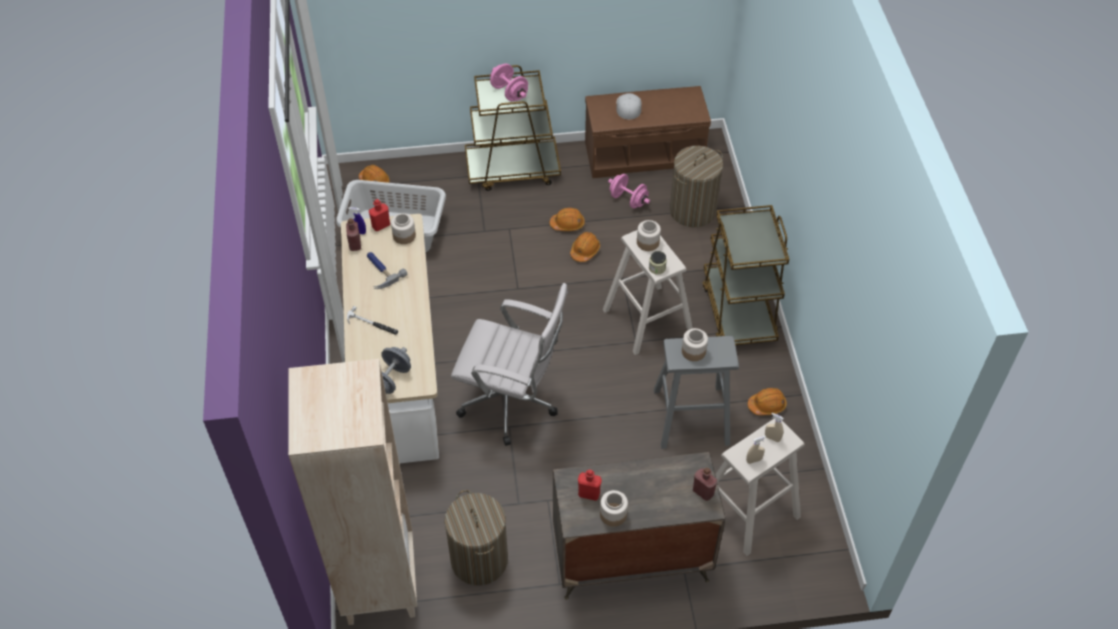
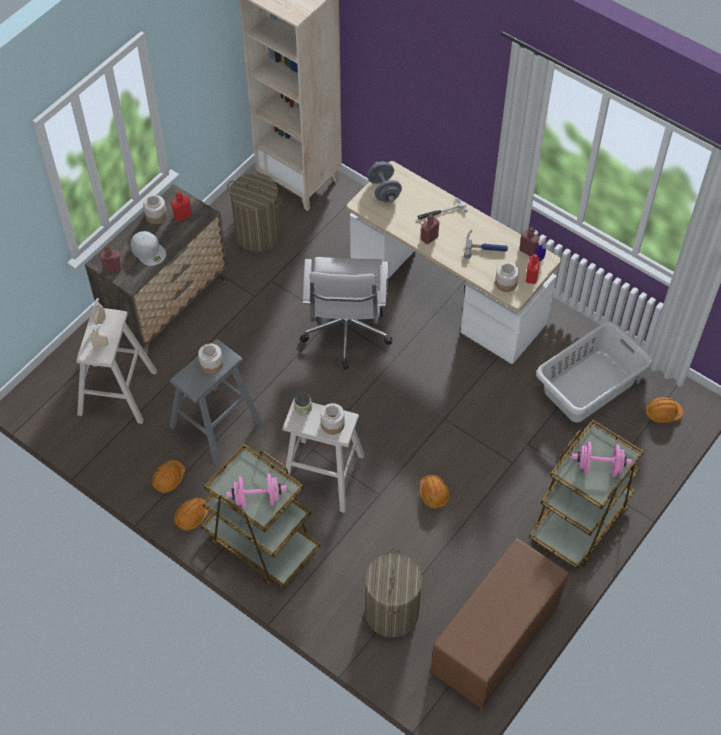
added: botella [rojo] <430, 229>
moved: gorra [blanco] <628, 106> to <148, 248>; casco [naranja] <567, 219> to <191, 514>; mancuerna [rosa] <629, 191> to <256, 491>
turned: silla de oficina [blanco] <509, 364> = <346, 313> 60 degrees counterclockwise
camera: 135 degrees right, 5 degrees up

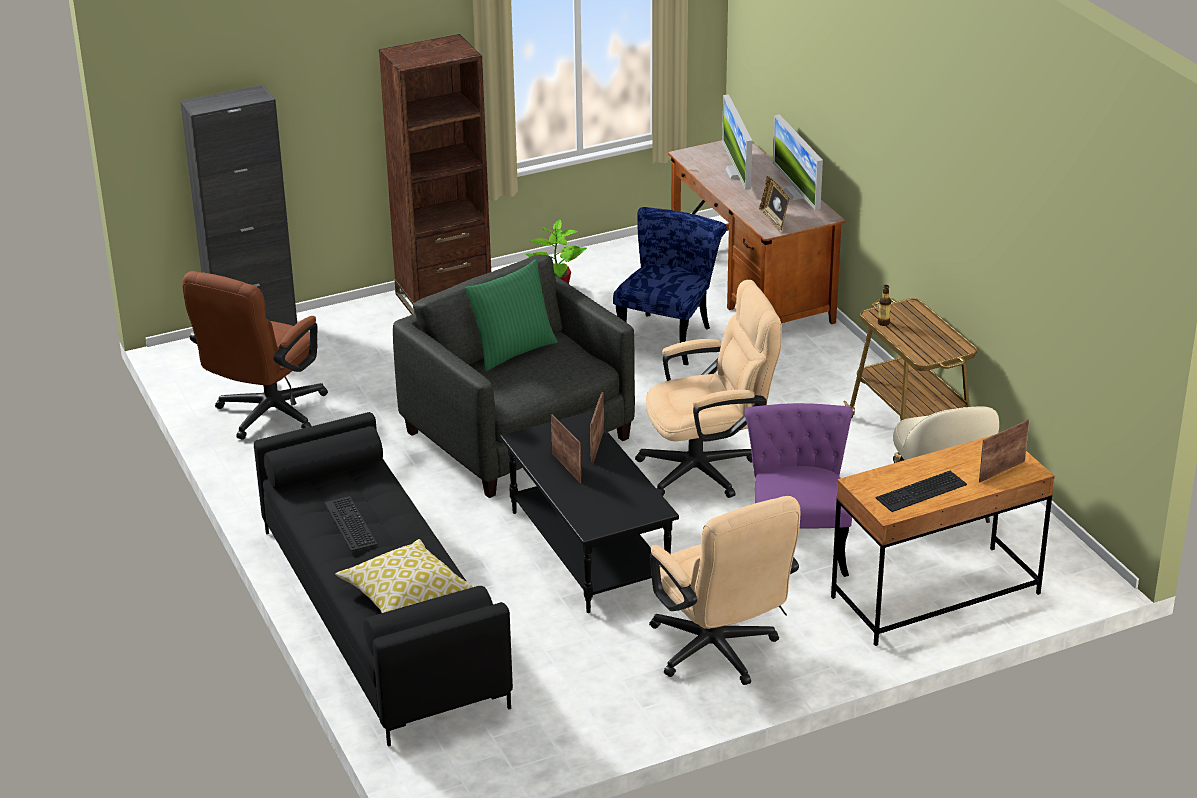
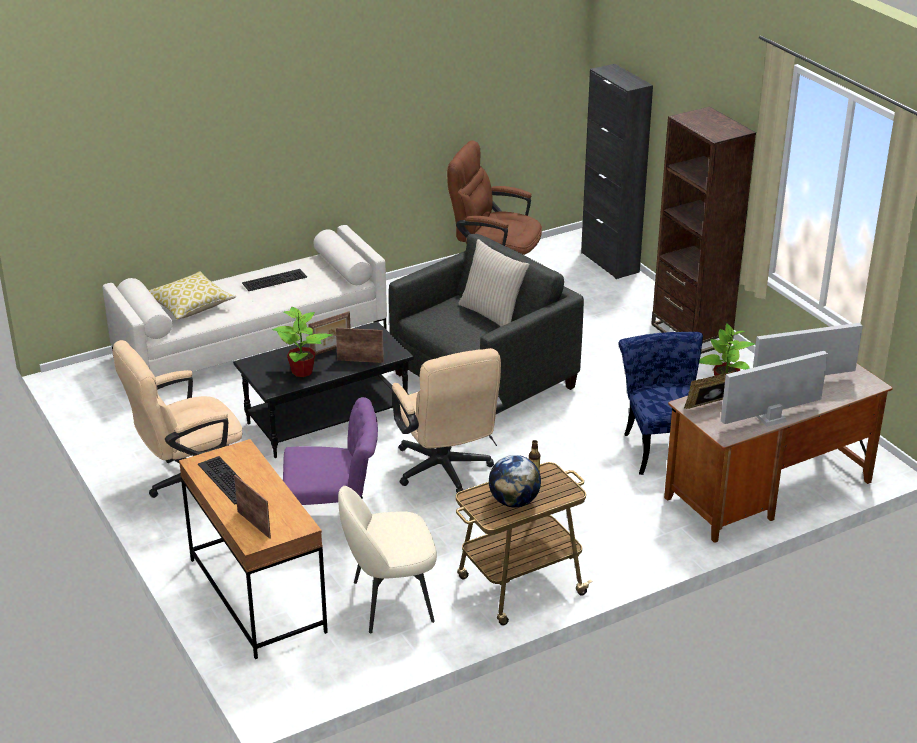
added: planta en maceta <302, 342>; globo terráqueo <515, 481>
recoloured: sofá [negro] <383, 579> to sofá [blanco] <244, 301>; cojín [verde] <511, 315> to cojín [beis] <494, 282>
turned: silla [azul] <670, 286> = <660, 403> 120 degrees counterclockwise
camera: 85 degrees right, 0 degrees up

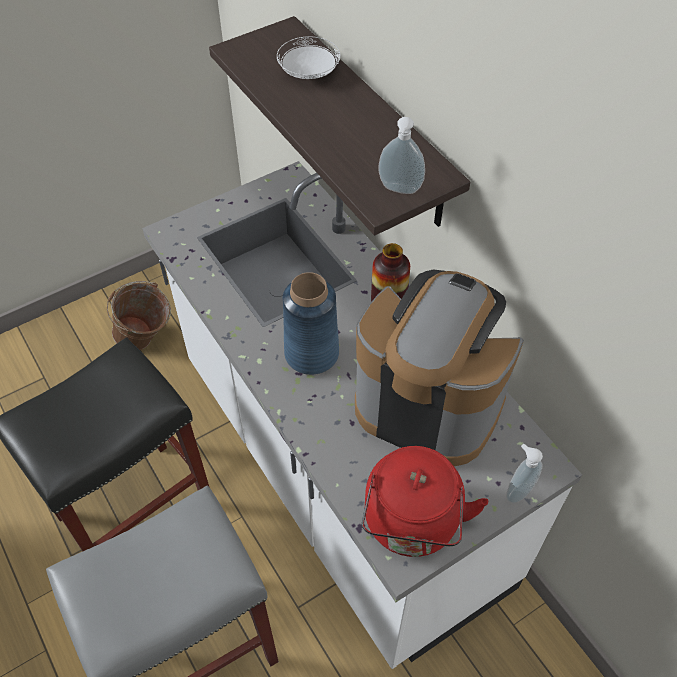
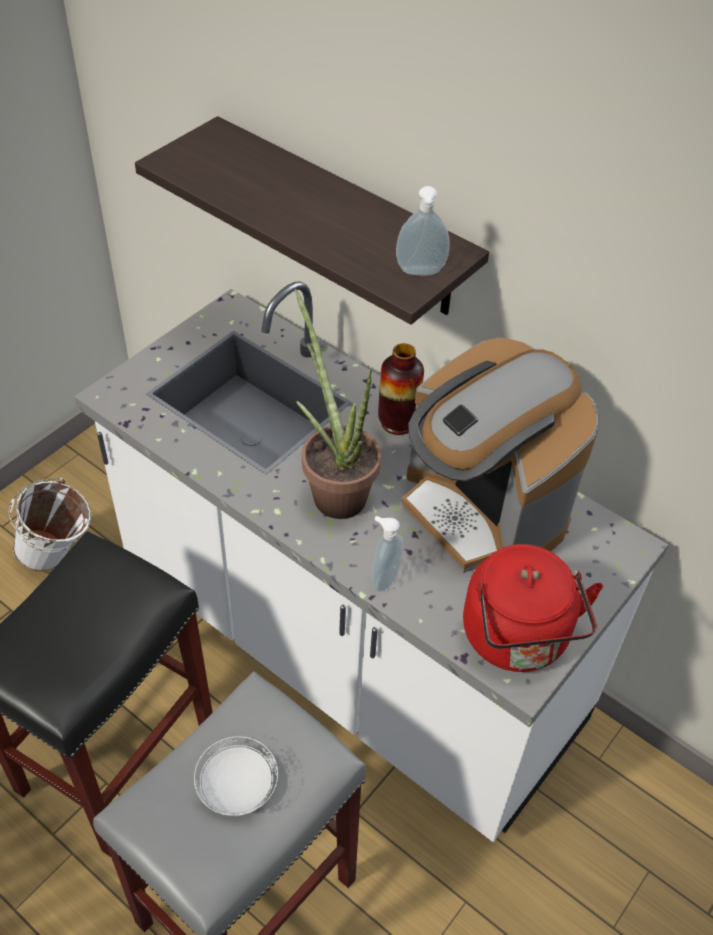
moved: plato [blanco] <309, 57> to <236, 776>; dispensador de jabón <524, 473> to <387, 553>
replaced: florero [azul] <311, 323> to planta en maceta <338, 404>
recoloured: cubo [marrón] <139, 315> to cubo [blanco] <50, 525>
turned: cafetera <439, 367> = <500, 455> 135 degrees counterclockwise
camera: 20 degrees left, 5 degrees down

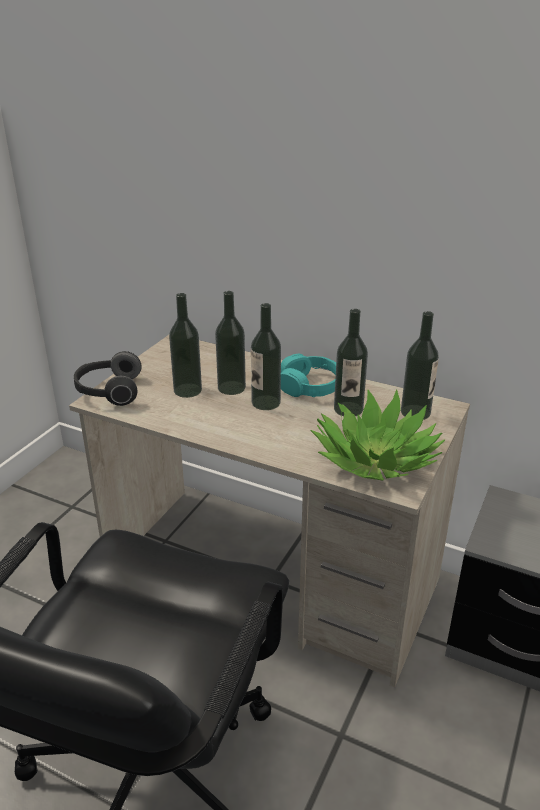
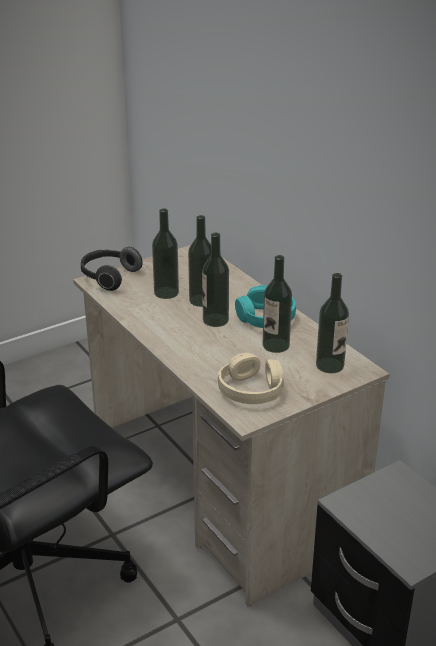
replaced: planta en maceta <377, 435> to auriculares [beis] <251, 378>
camera: 30 degrees right, 0 degrees up

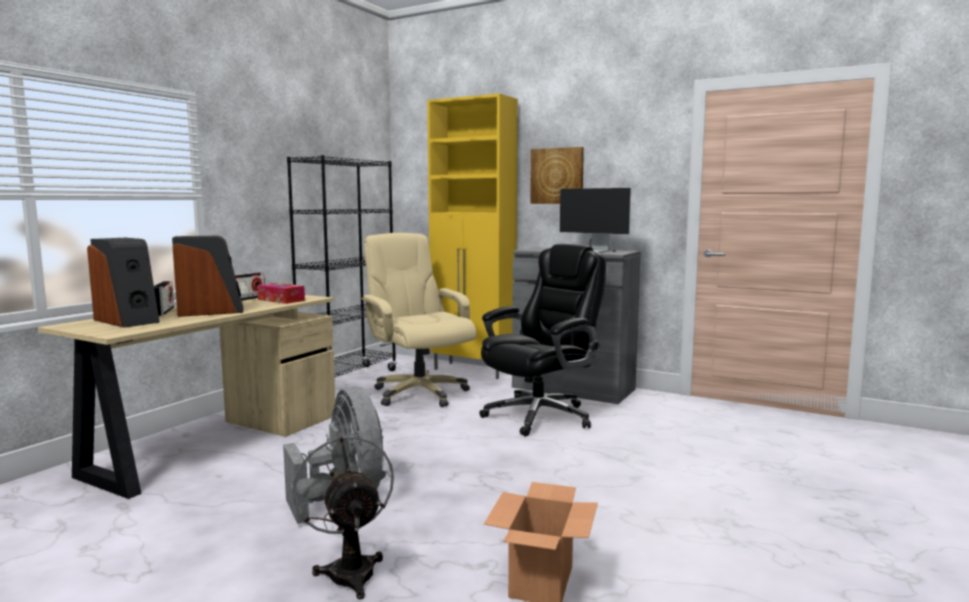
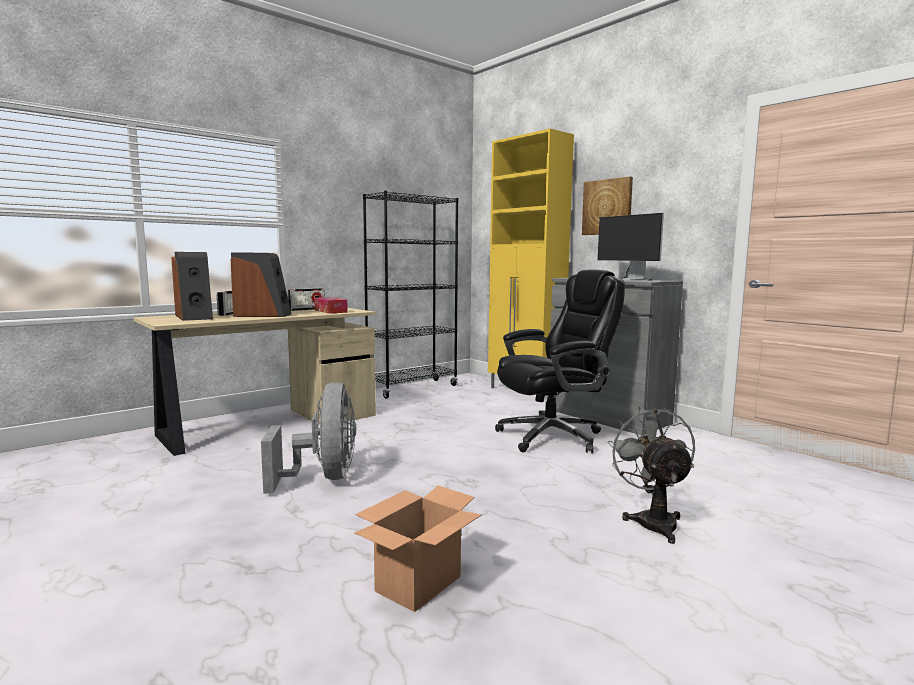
removed: silla de oficina [beis] <418, 320>
moved: ventilador [gris] <342, 516> to <651, 475>
camera: 20 degrees right, 0 degrees up

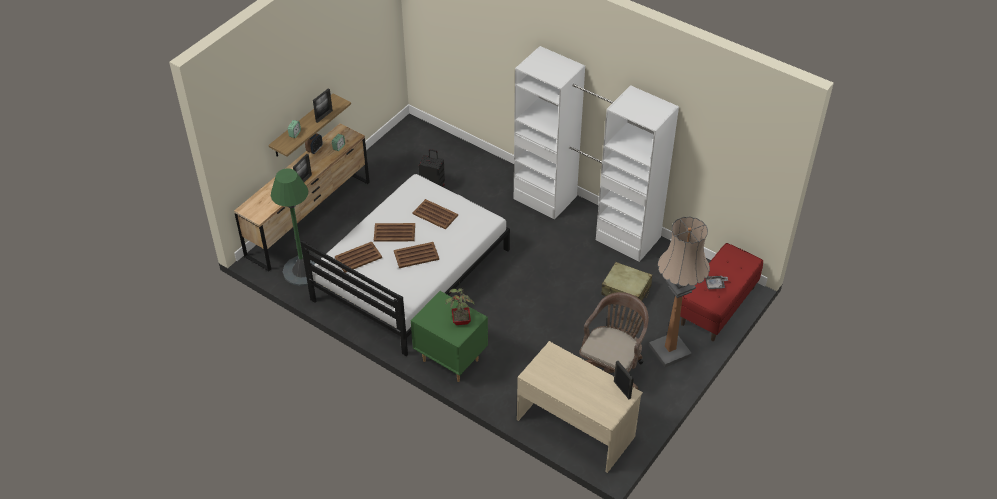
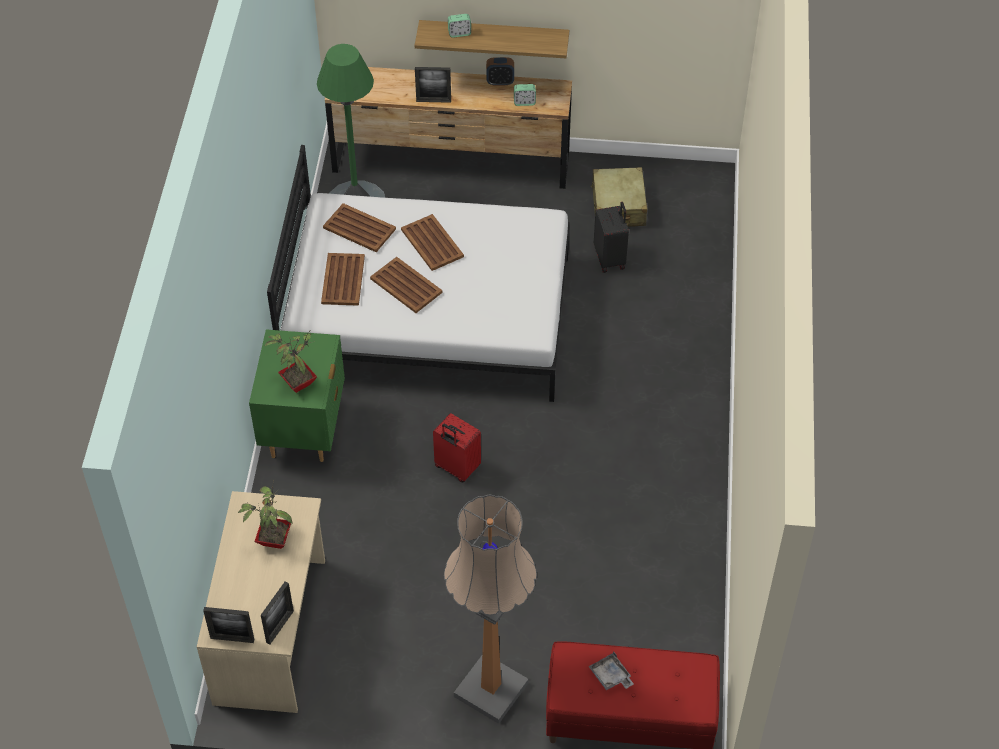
removed: armario ropero [blanco] <596, 154>; silla de oficina [marrón] <614, 340>
added: planta en maceta <265, 514>; maleta [rojo] <457, 447>
moved: portarretratos <323, 106> to <228, 625>; bandeja [marrón] <435, 214> to <343, 279>; maleta [beis] <627, 281> to <619, 197>
camera: 60 degrees right, 5 degrees up

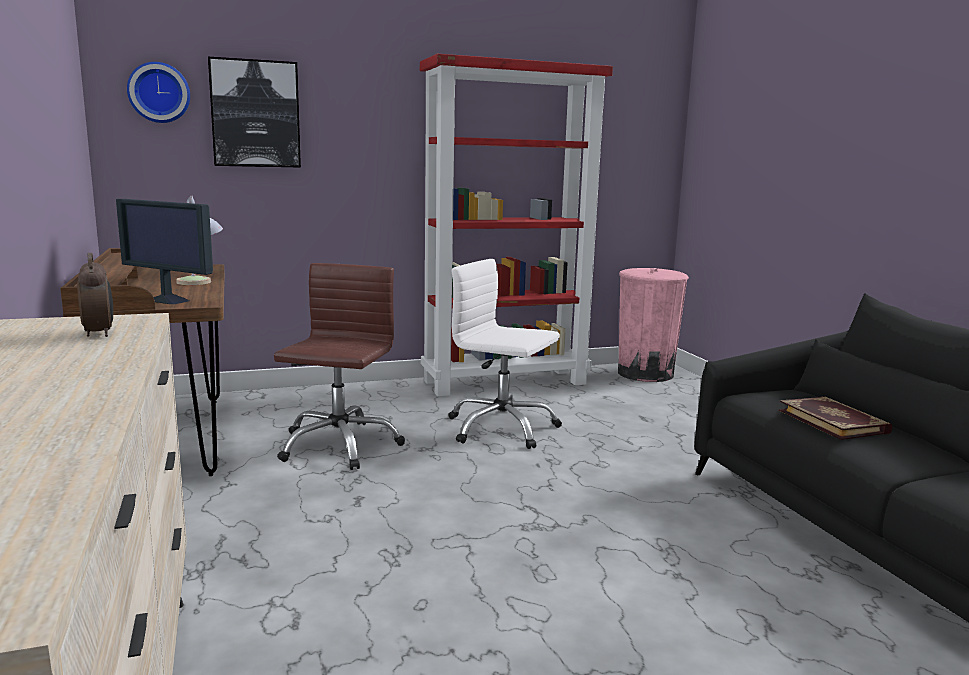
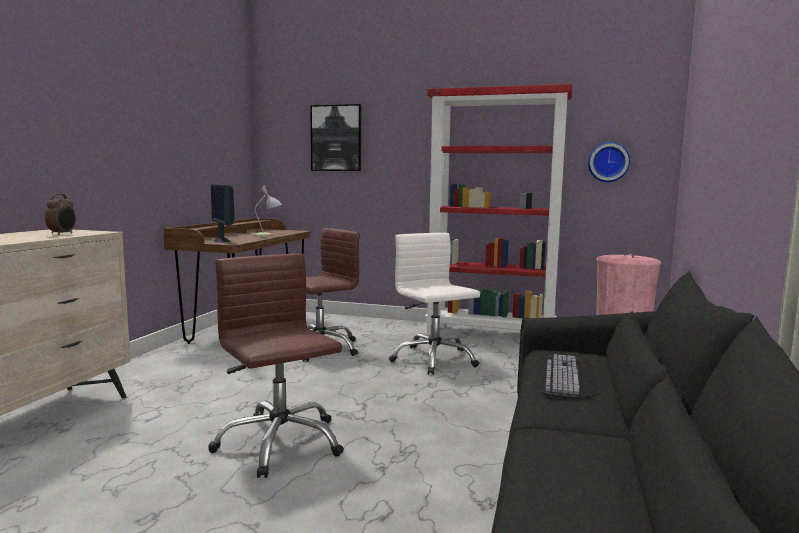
added: silla de oficina [marrón] <276, 366>
moved: reloj de pared <158, 92> to <609, 162>
replaced: libro <835, 418> to teclado <570, 376>
camera: 35 degrees right, 5 degrees down

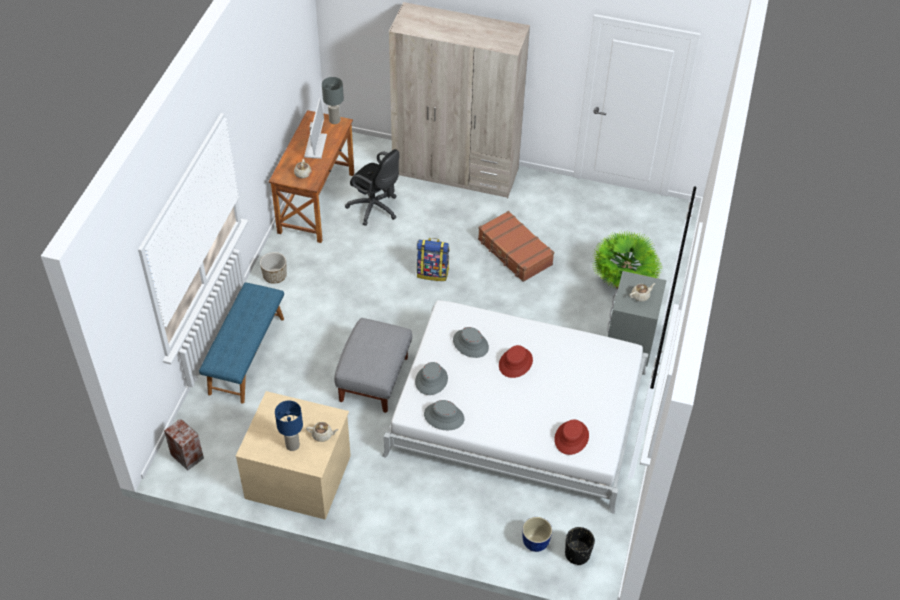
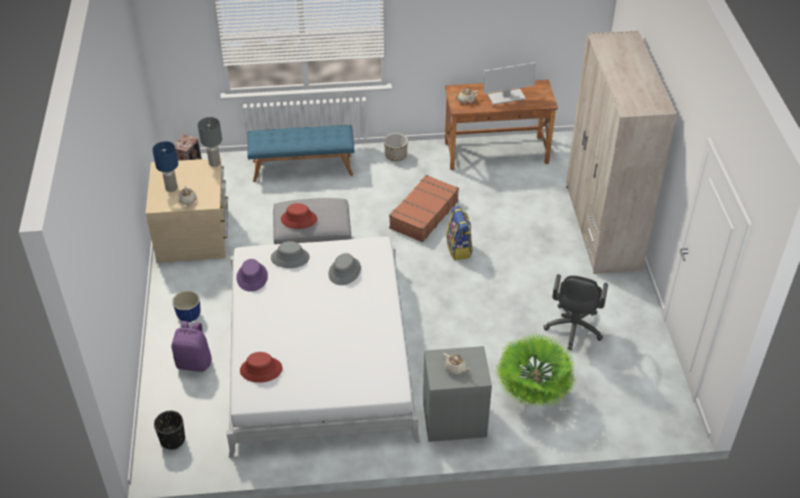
added: mochila [morado] <191, 346>
moved: maceta <537, 534> to <186, 306>; lámpara de mesa [gris] <333, 100> to <210, 142>; sombrero [rojo] <516, 361> to <299, 216>; maleta [marrón] <516, 246> to <424, 208>; silla de oficina [negro] <372, 187> to <575, 312>
recoloured: sombrero [gris] <444, 415> to sombrero [morado] <252, 275>
camera: 70 degrees right, 5 degrees down

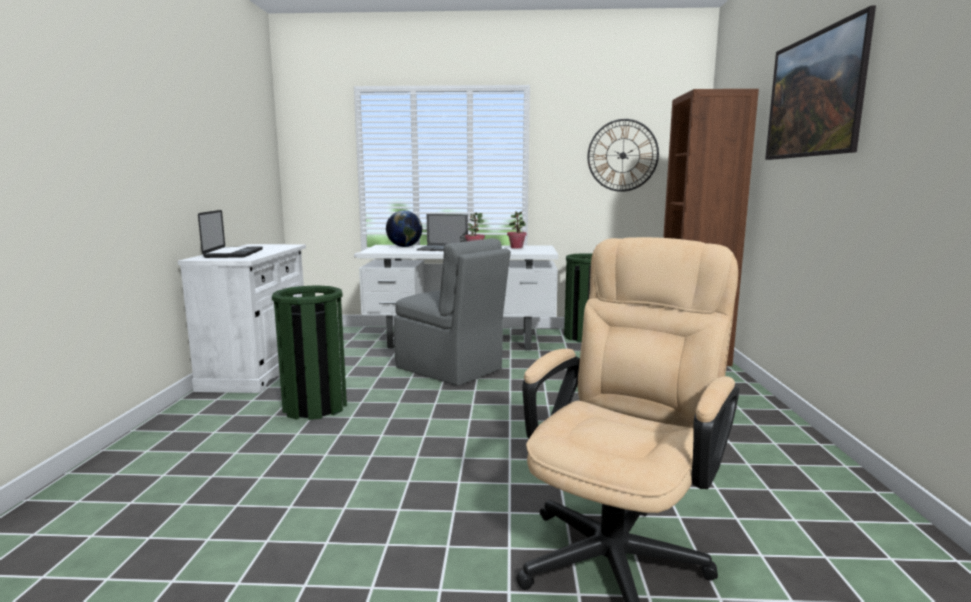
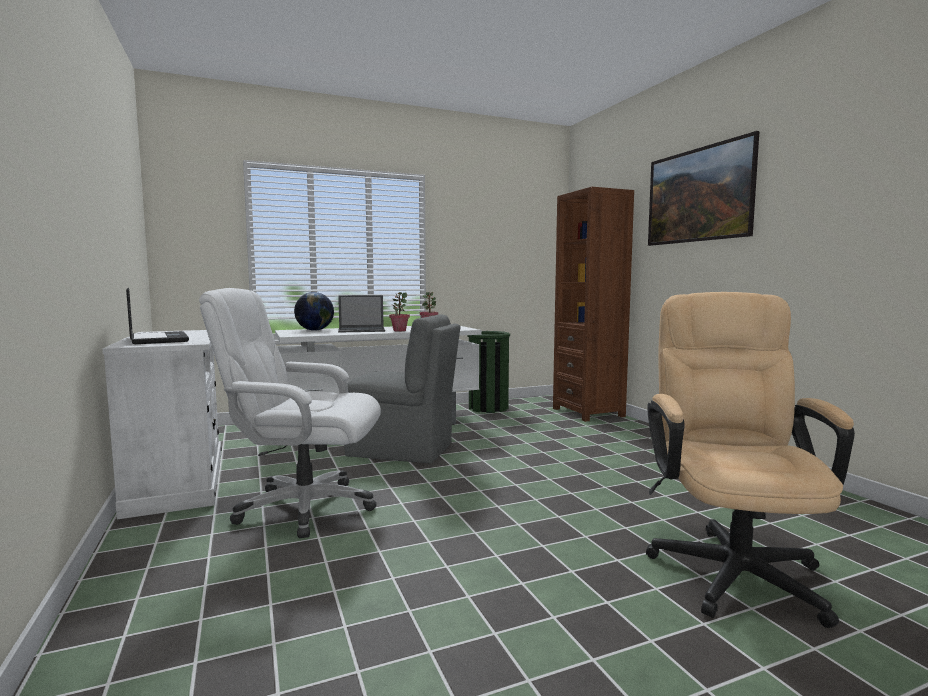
removed: reloj de pared <623, 155>
replaced: papelera [verde] <309, 352> to silla de oficina [blanco] <290, 413>
camera: 25 degrees left, 5 degrees down

